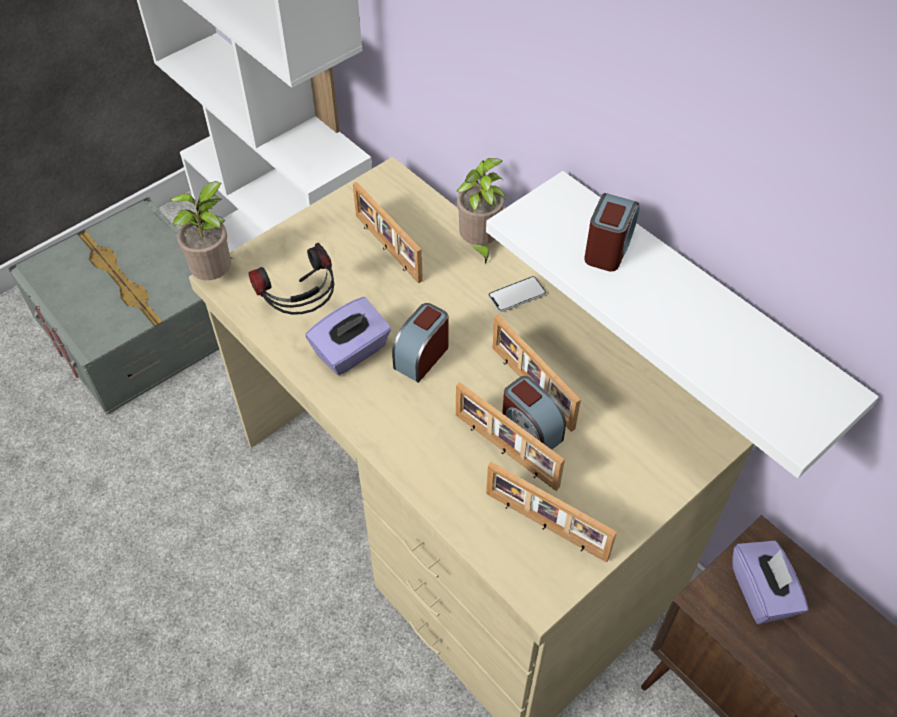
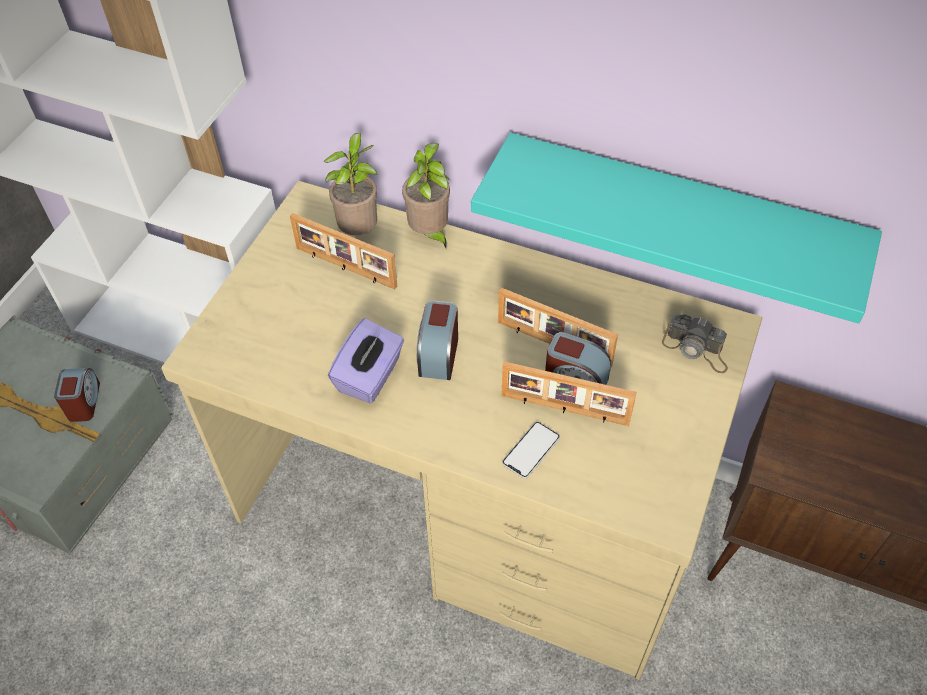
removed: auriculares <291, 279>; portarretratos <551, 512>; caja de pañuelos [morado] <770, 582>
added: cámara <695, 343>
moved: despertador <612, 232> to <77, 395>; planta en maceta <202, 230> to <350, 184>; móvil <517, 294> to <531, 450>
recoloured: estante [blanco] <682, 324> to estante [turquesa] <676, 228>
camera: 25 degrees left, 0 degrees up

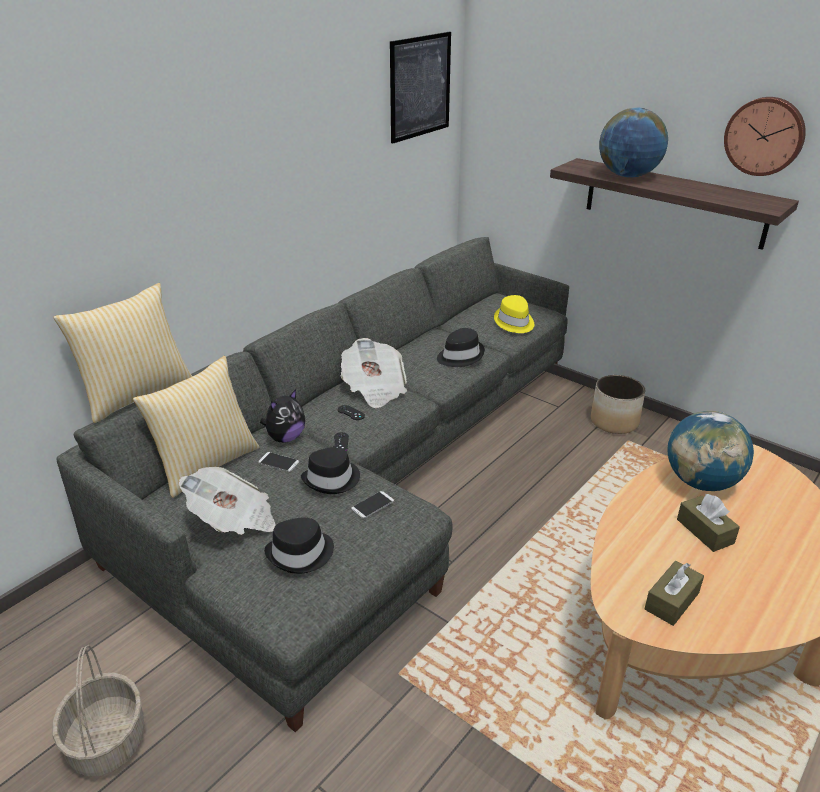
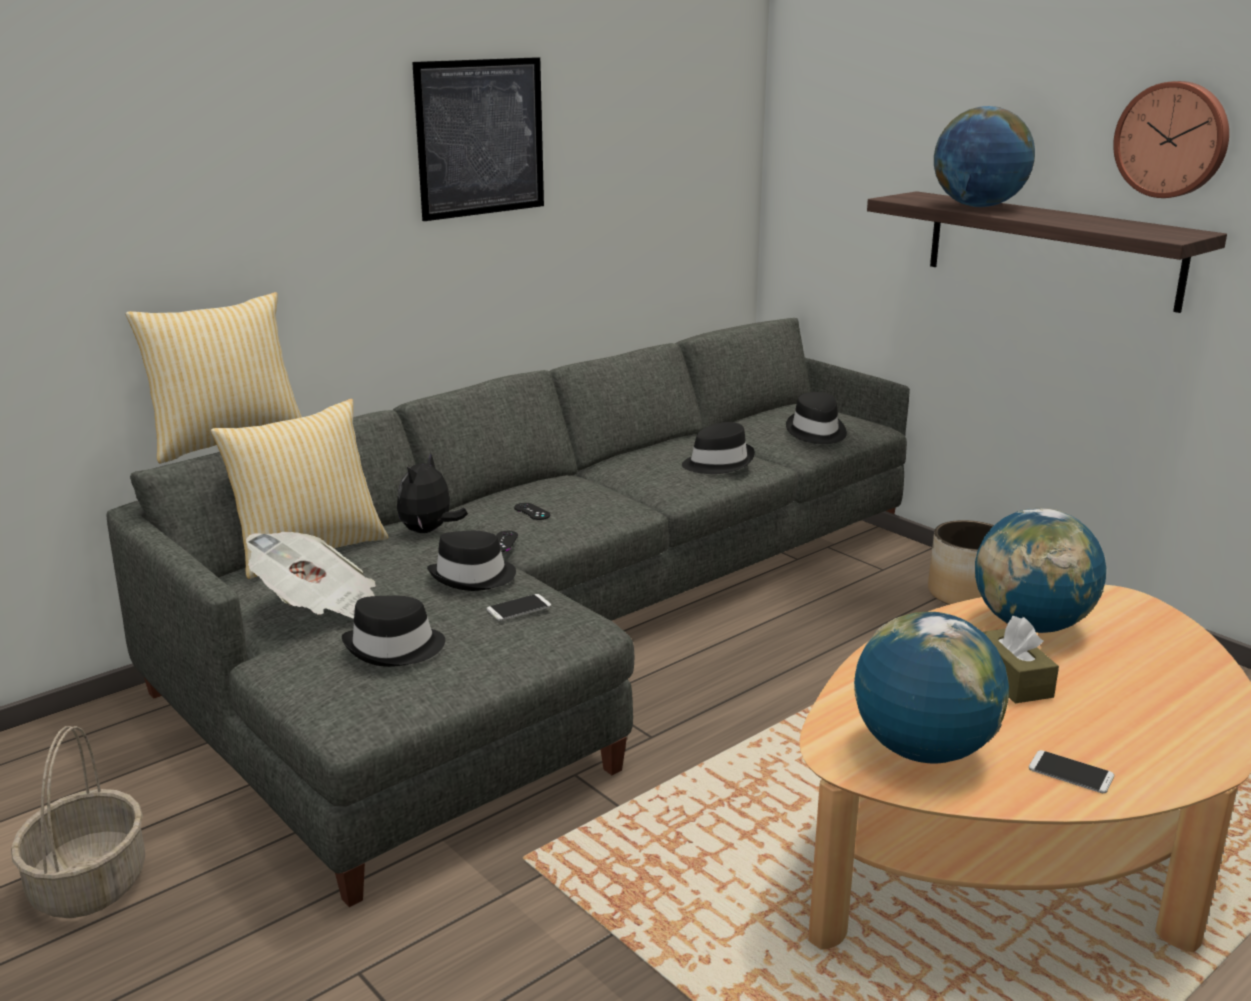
removed: periódico <374, 373>
moved: cuadro <420, 88> to <478, 139>; móvil <278, 462> to <1071, 771>
replaced: caja de pañuelos [marrón] <674, 593> to globo terráqueo <931, 687>
recoloured: sombrero [amarillo] <514, 314> to sombrero [negro] <816, 418>
turned: peluche <282, 415> = <432, 492> 150 degrees clockwise
camera: 10 degrees right, 10 degrees down

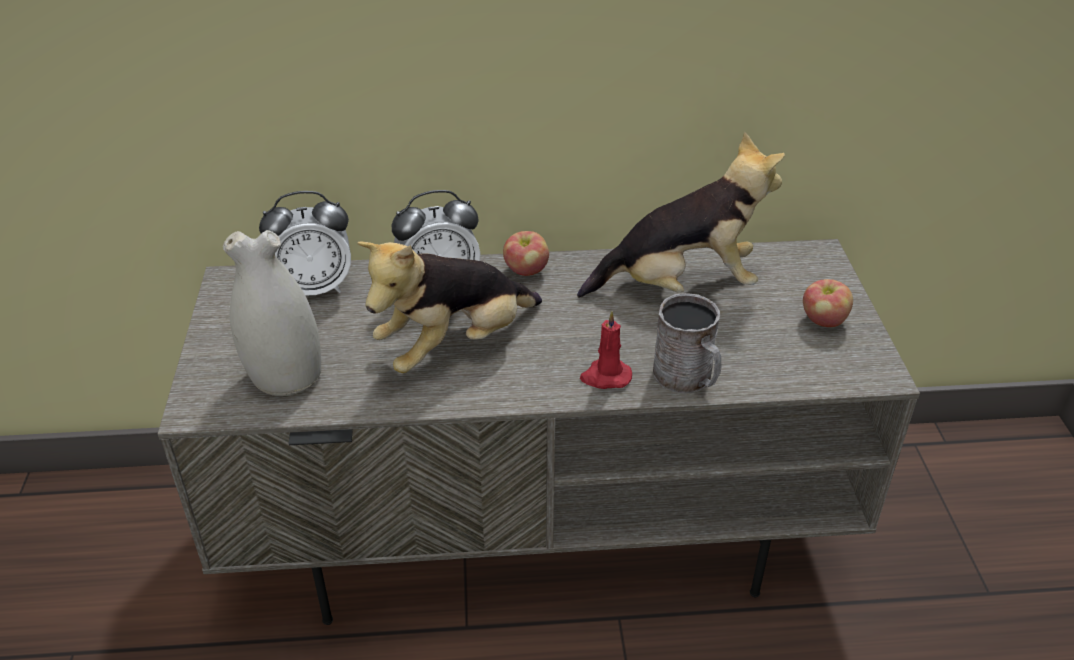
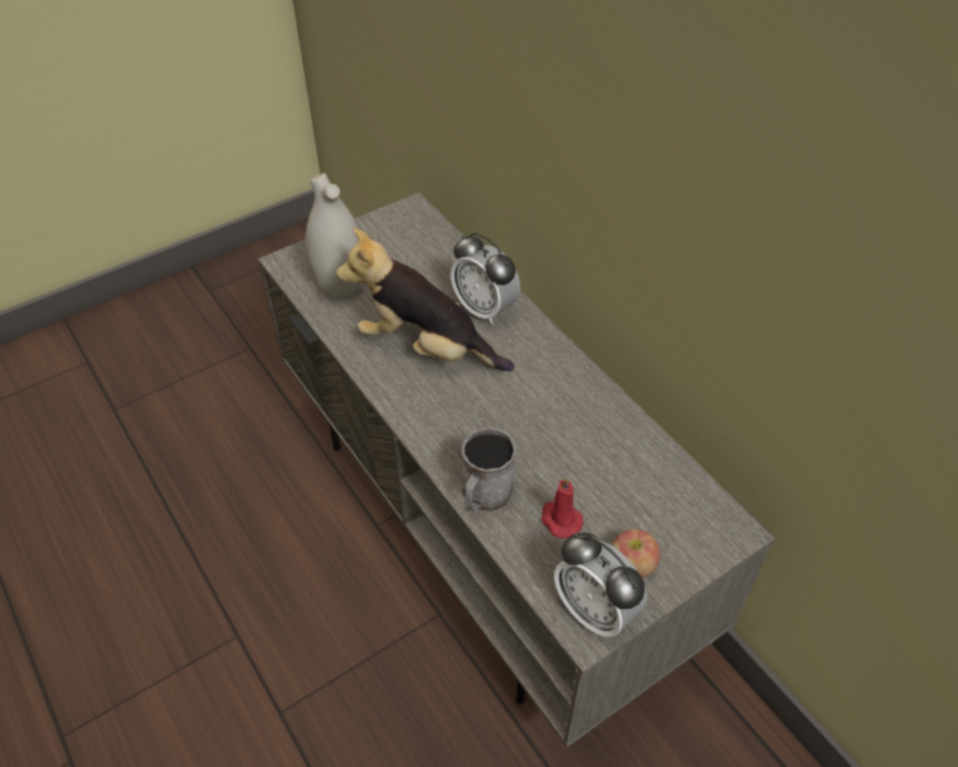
removed: manzana <526, 253>; peluche <681, 215>
moved: vela [rojo] <606, 349> to <562, 507>; despertador <305, 243> to <601, 585>
camera: 60 degrees right, 10 degrees up

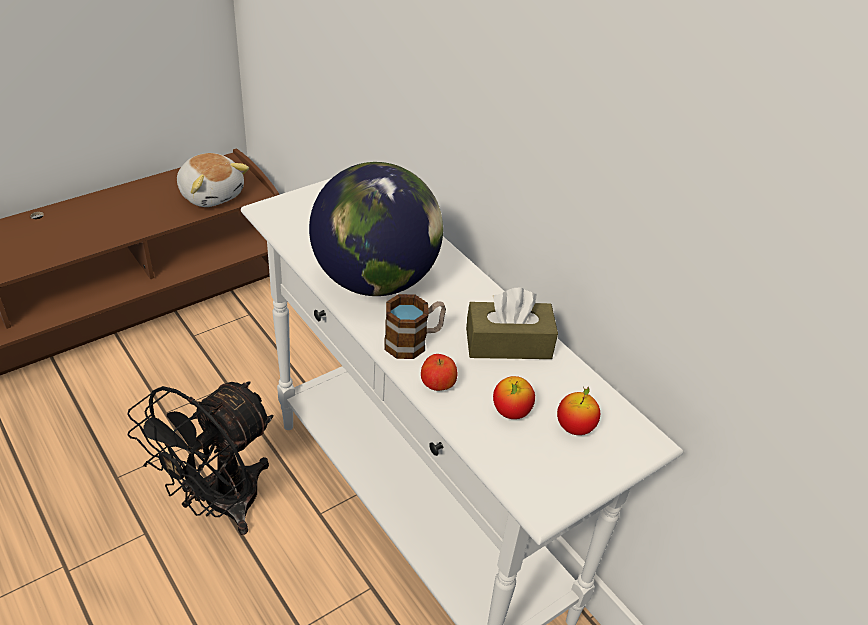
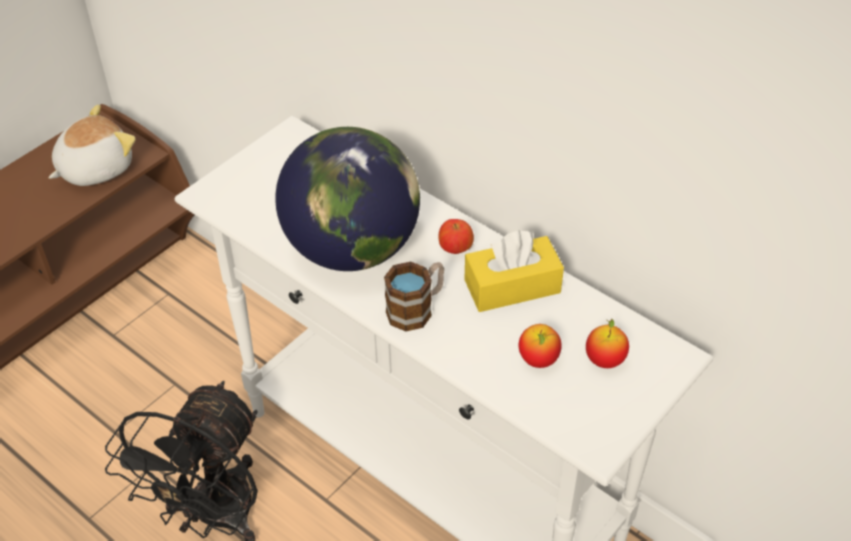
moved: manzana <439, 372> to <456, 236>
recoloured: caja de pañuelos [marrón] <512, 323> to caja de pañuelos [amarillo] <514, 271>
turned: peluche <213, 180> = <92, 145> 75 degrees counterclockwise
camera: 10 degrees left, 5 degrees up

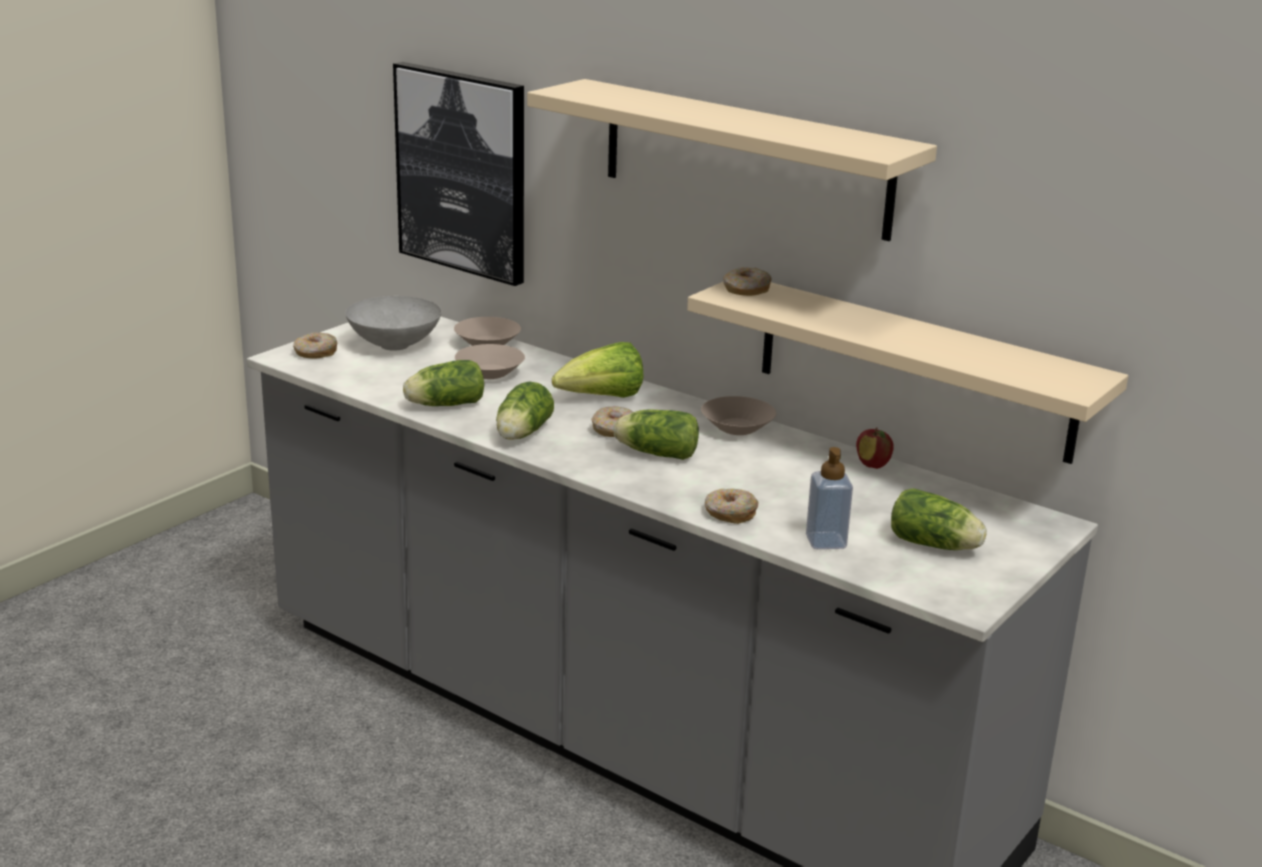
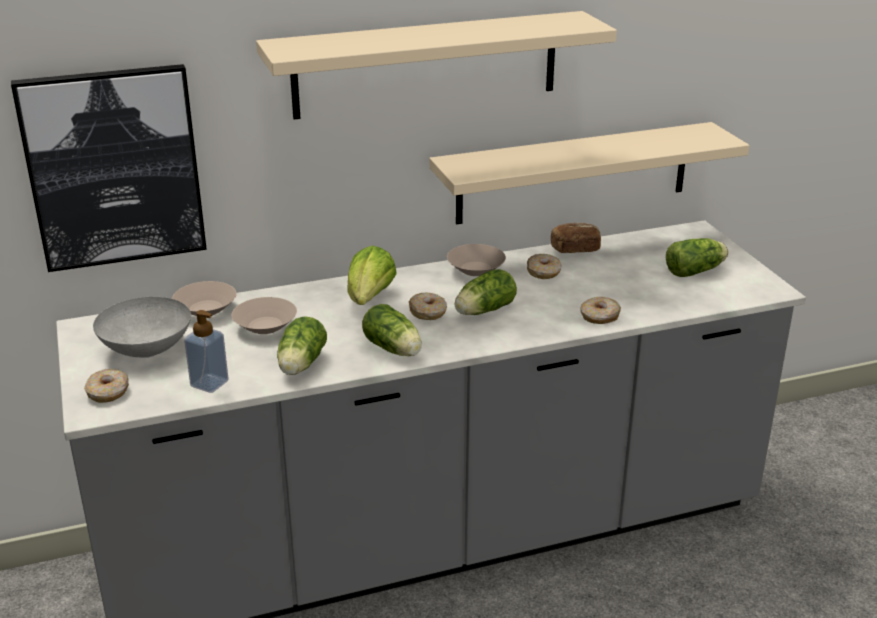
moved: dispensador de jabón <829, 498> to <206, 351>; rosquilla <747, 281> to <544, 266>
replaced: manzana <875, 448> to pan <576, 238>
camera: 55 degrees left, 5 degrees up

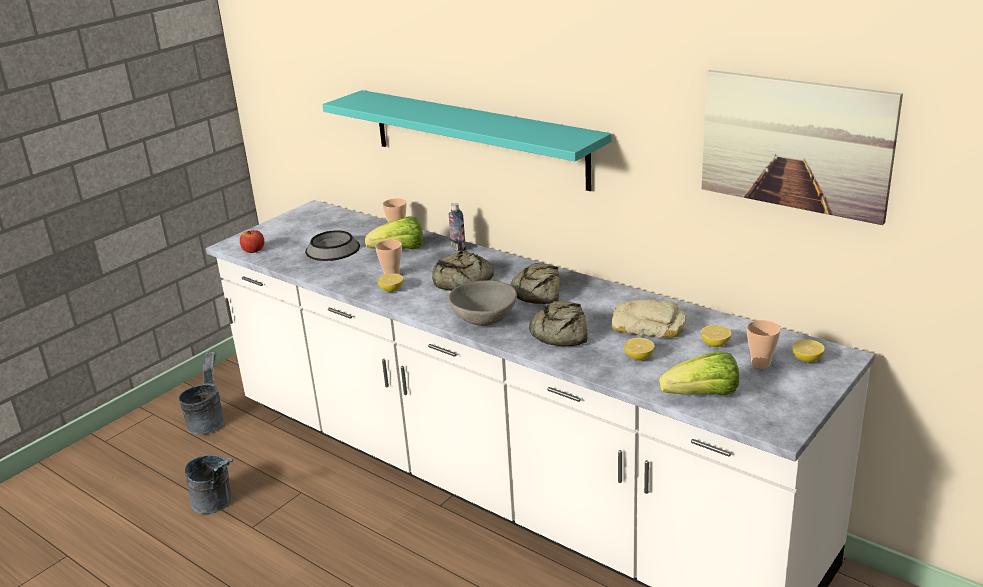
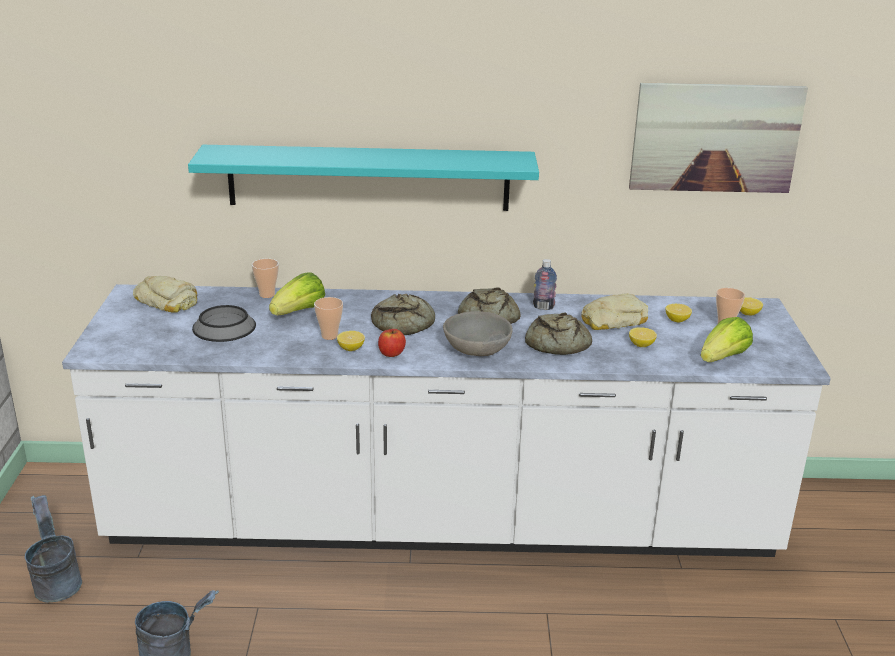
added: pan <165, 294>
moved: manzana <252, 241> to <392, 343>; botella <457, 227> to <545, 284>
camera: 40 degrees left, 0 degrees up

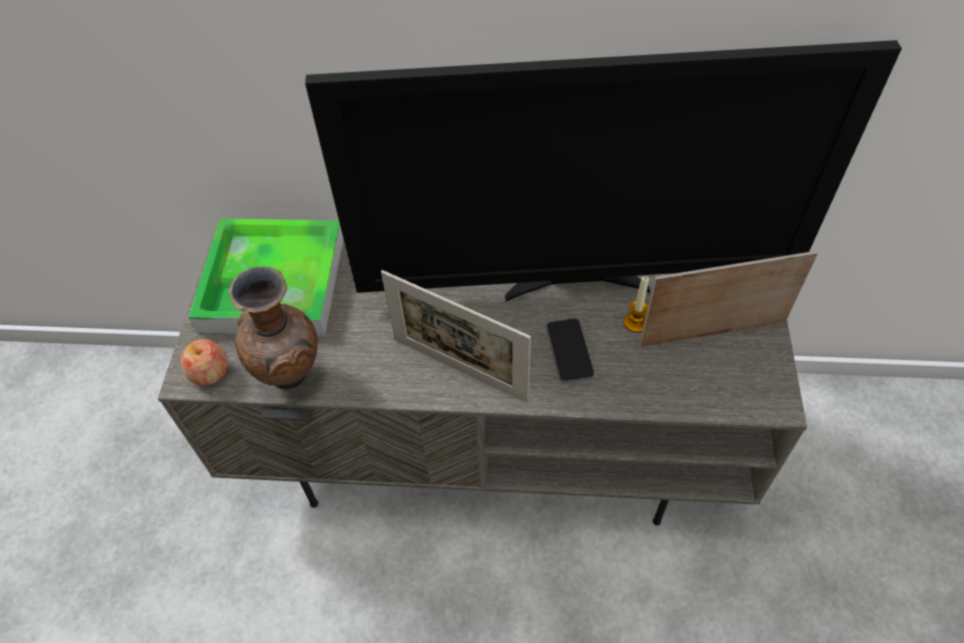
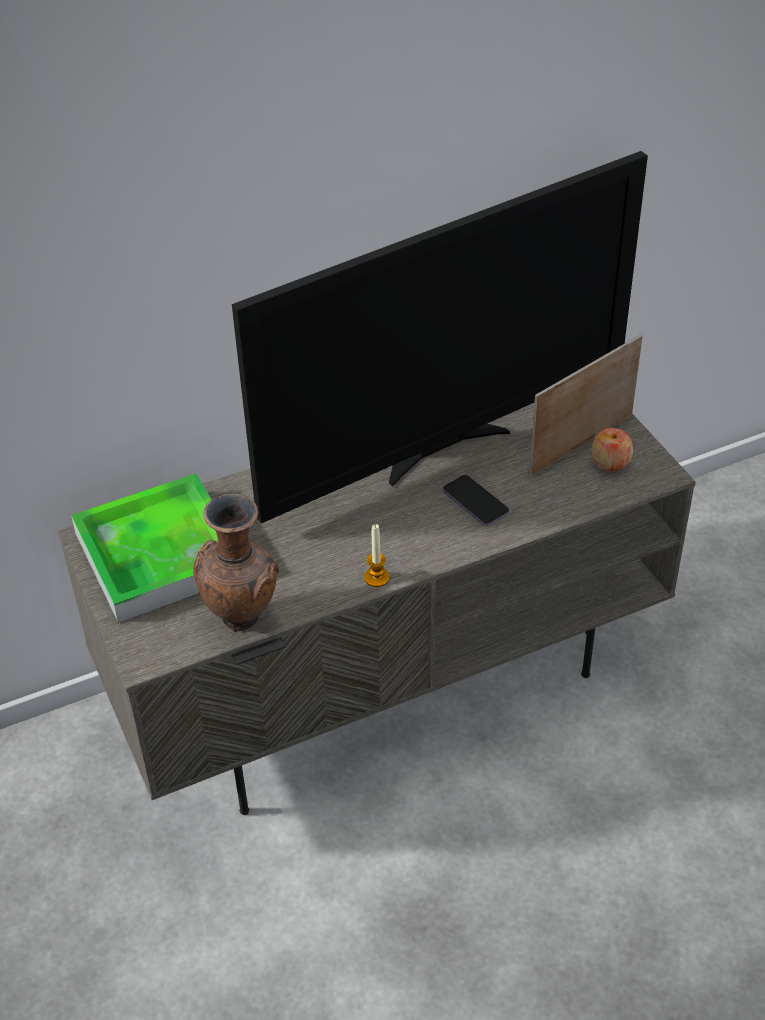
removed: portarretratos <456, 336>
moved: vela <636, 304> to <377, 555>; manzana <204, 362> to <612, 449>
camera: 30 degrees left, 10 degrees down

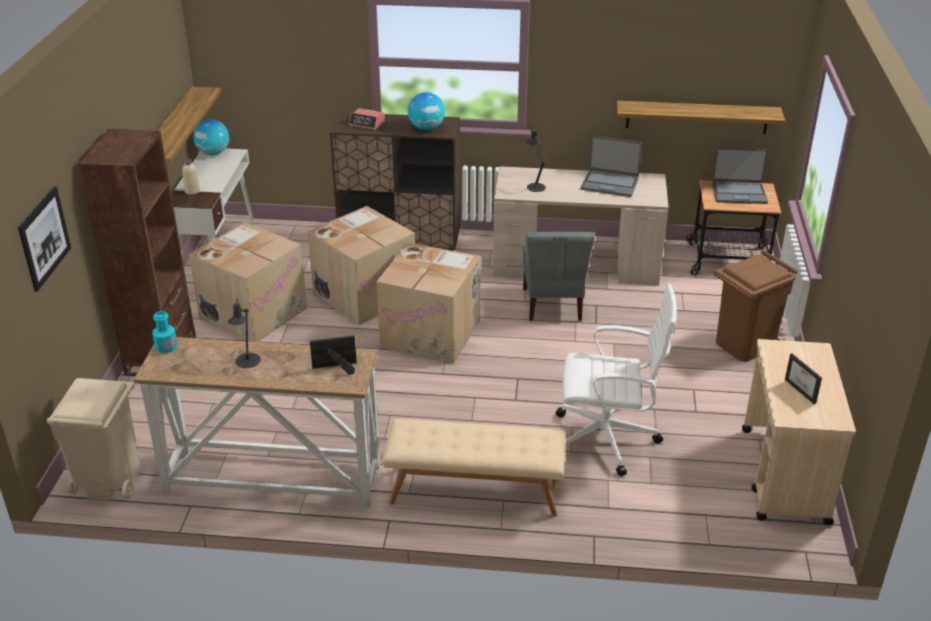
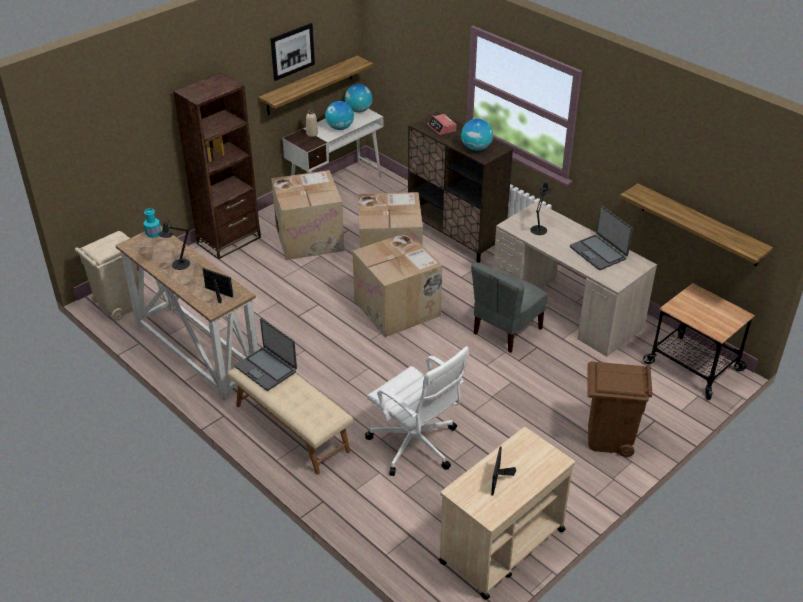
added: globo terráqueo <339, 115>
moved: portátil <740, 176> to <266, 354>; cuadro <44, 239> to <292, 52>
camera: 40 degrees right, 5 degrees up

